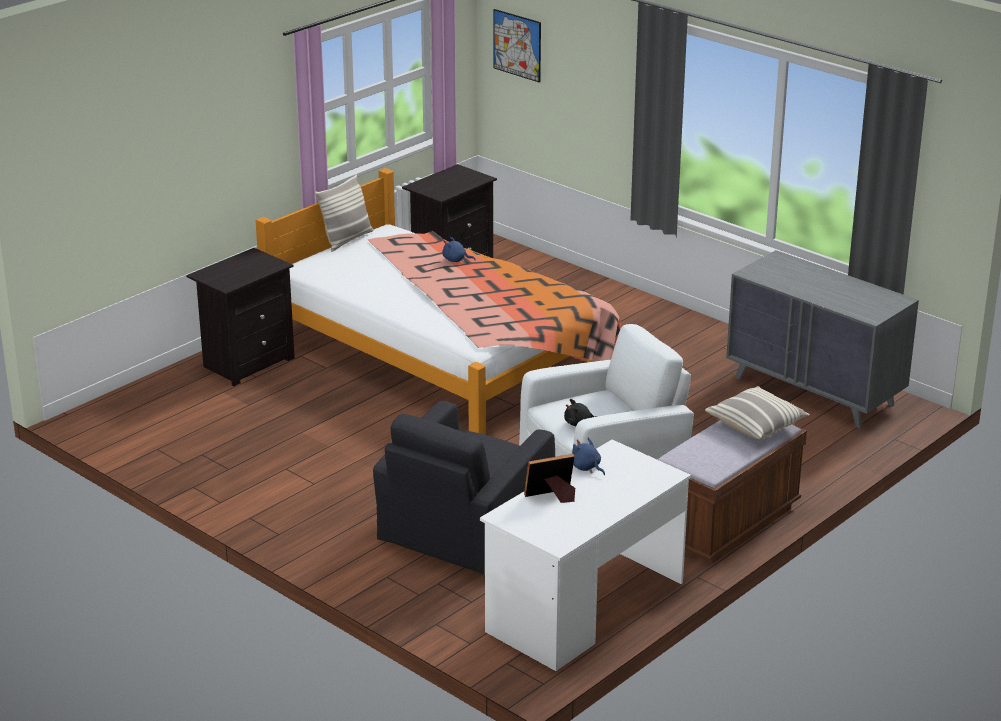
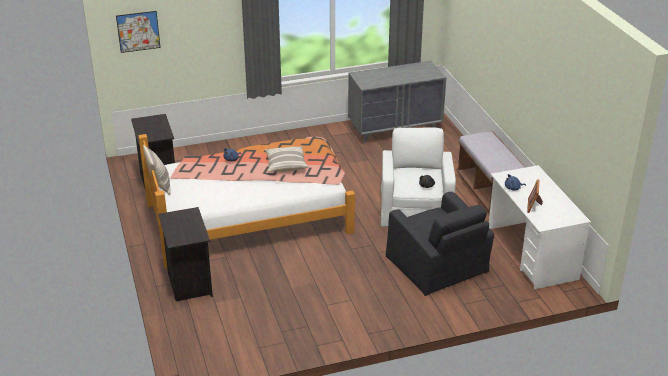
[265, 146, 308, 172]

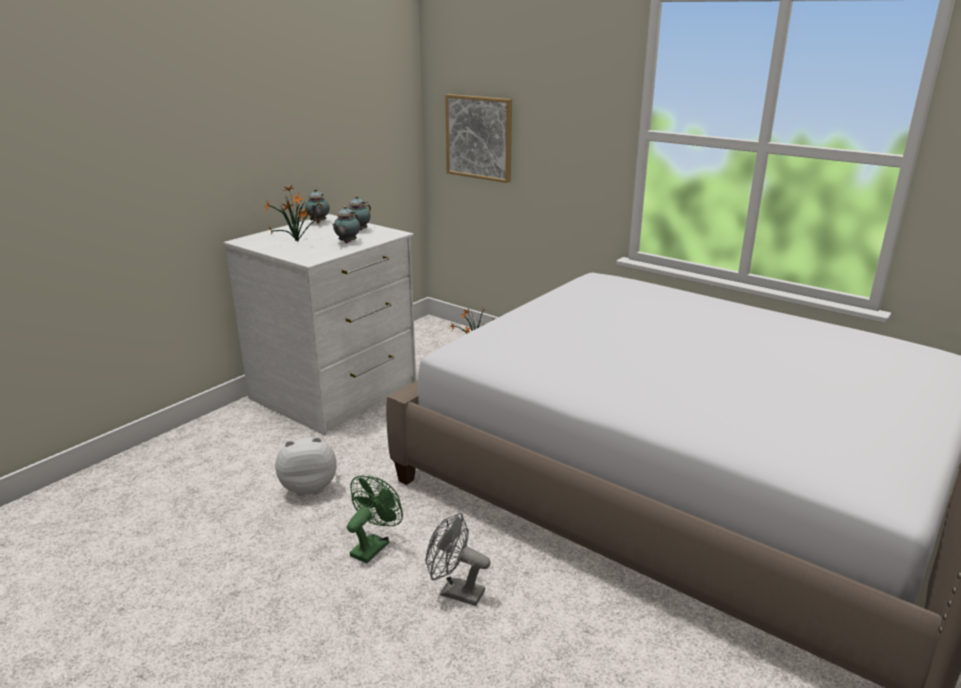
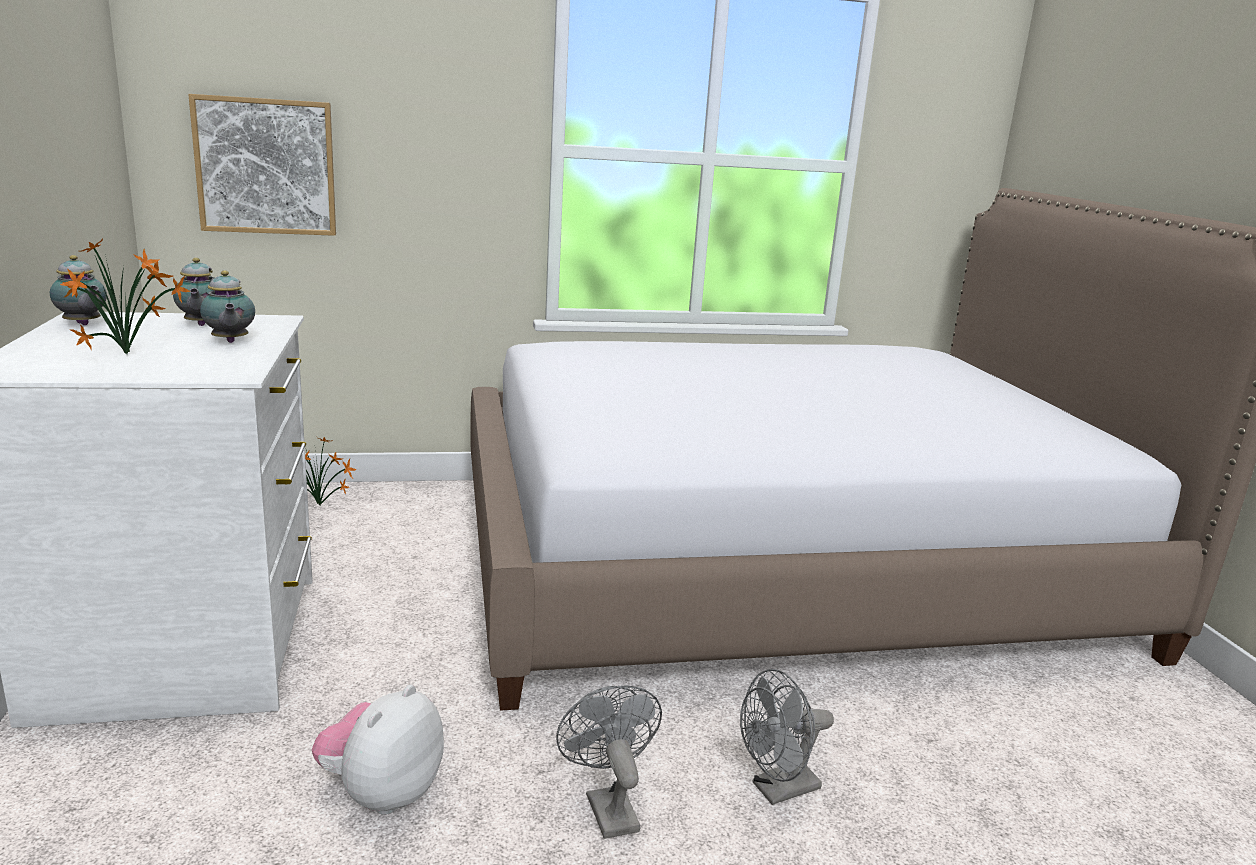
[556, 686, 662, 839]

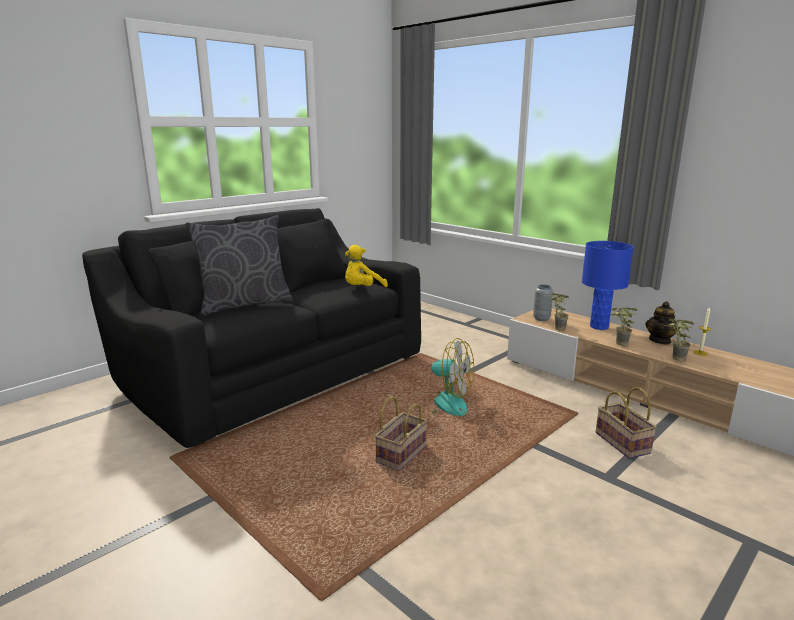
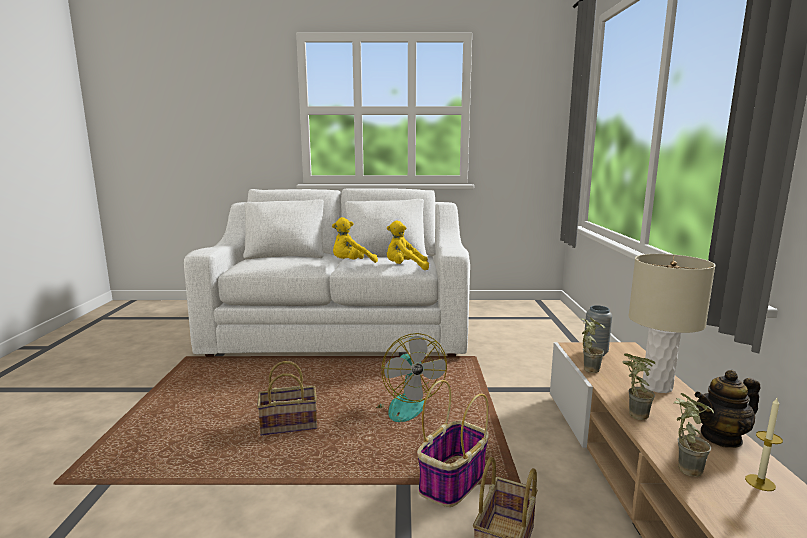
[184, 188, 470, 357]
[185, 215, 293, 316] (first image)
[628, 254, 716, 393]
[332, 217, 378, 263]
[417, 380, 489, 507]

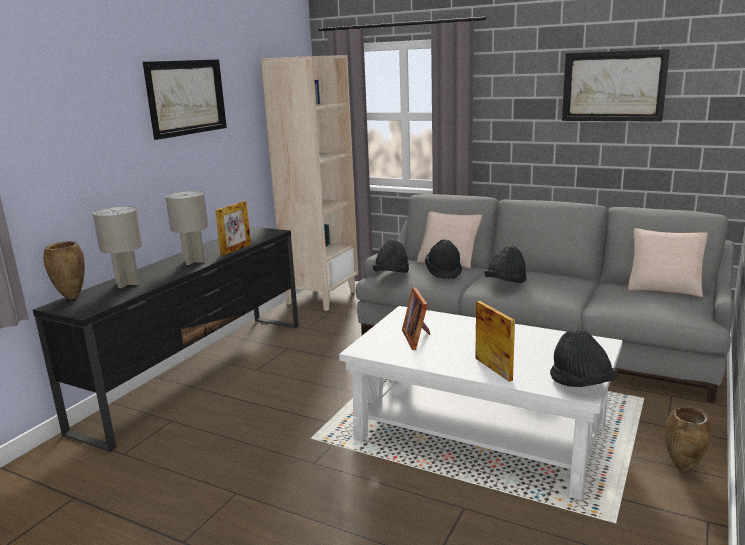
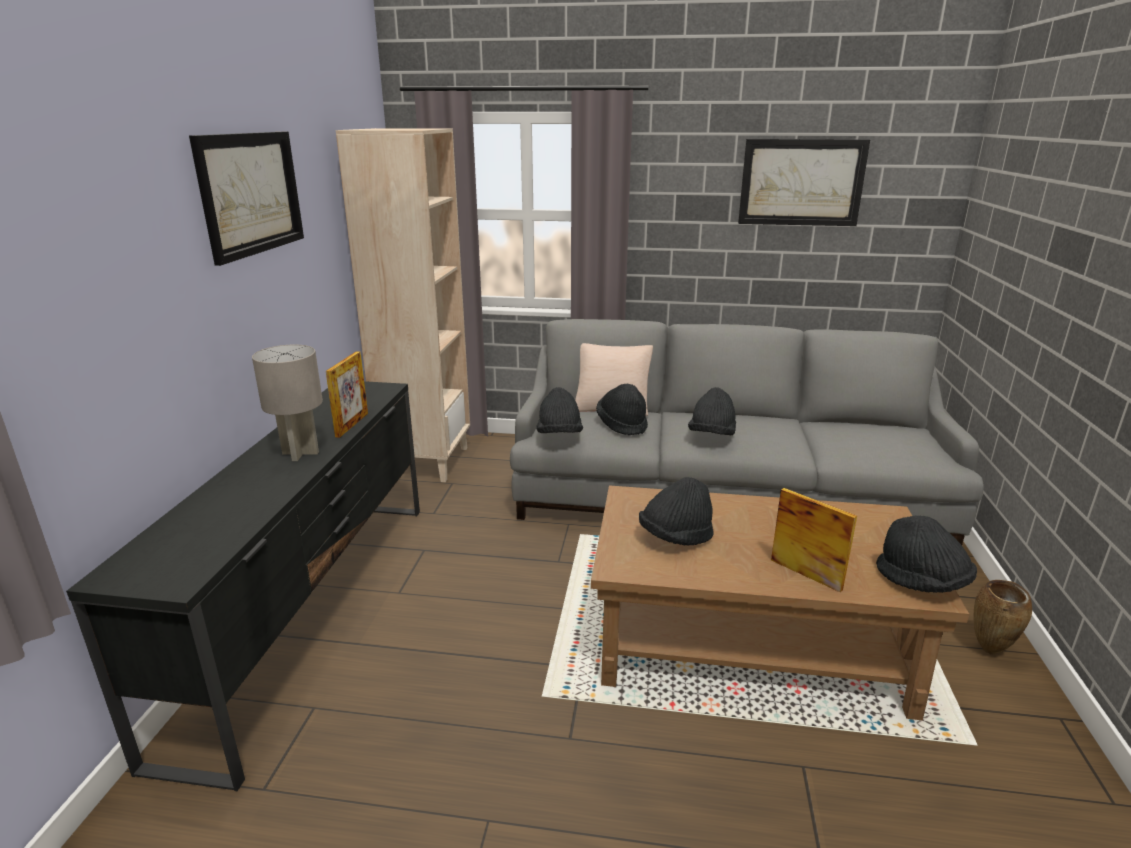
[43, 241, 85, 299] (first image)
[93, 206, 143, 288] (first image)
[591, 485, 969, 720]
[639, 477, 714, 545]
[628, 228, 708, 297] (first image)

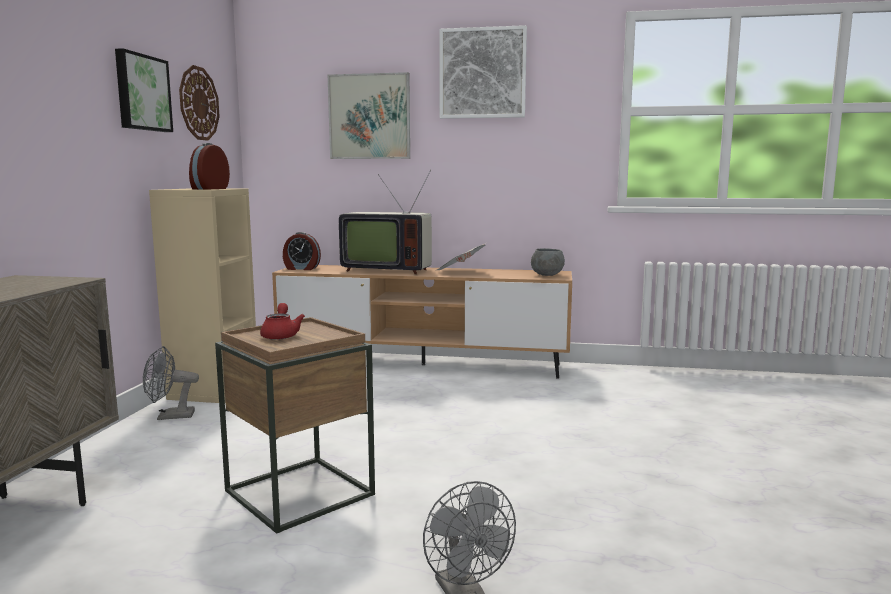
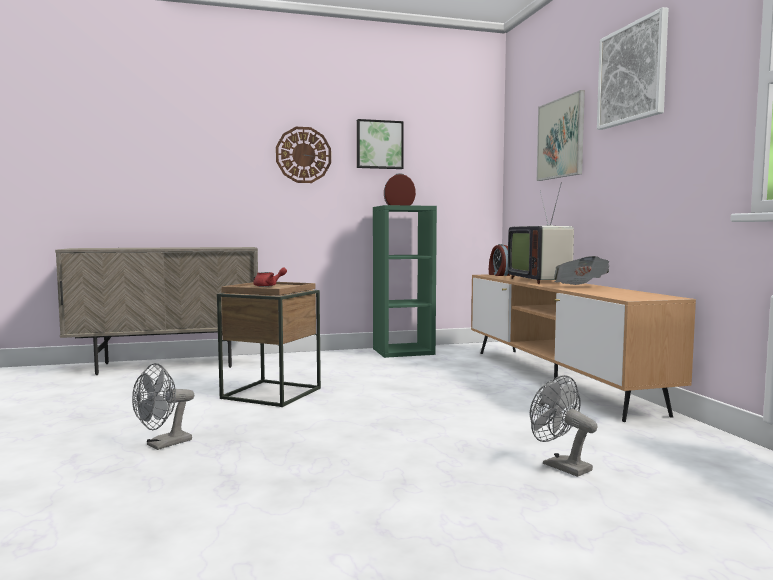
[530, 375, 598, 477]
[373, 205, 437, 358]
[276, 127, 331, 183]
[531, 248, 565, 276] (first image)

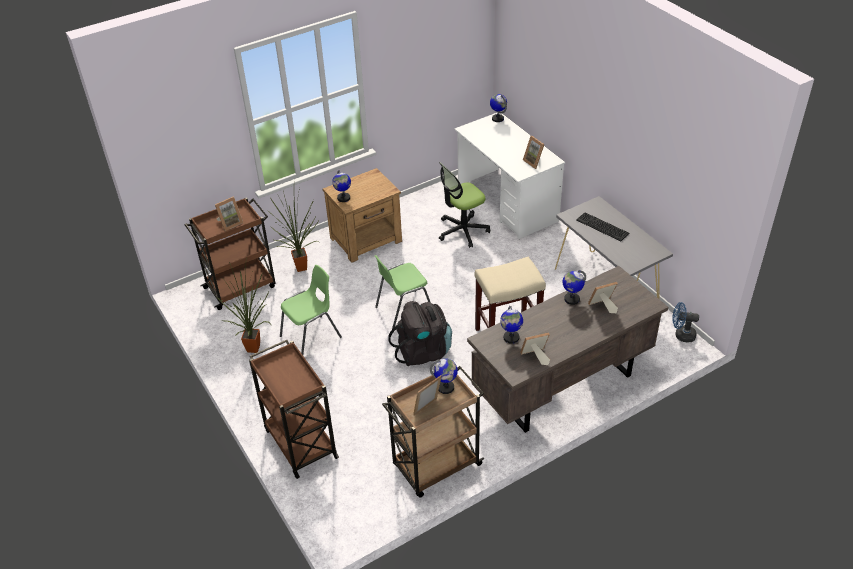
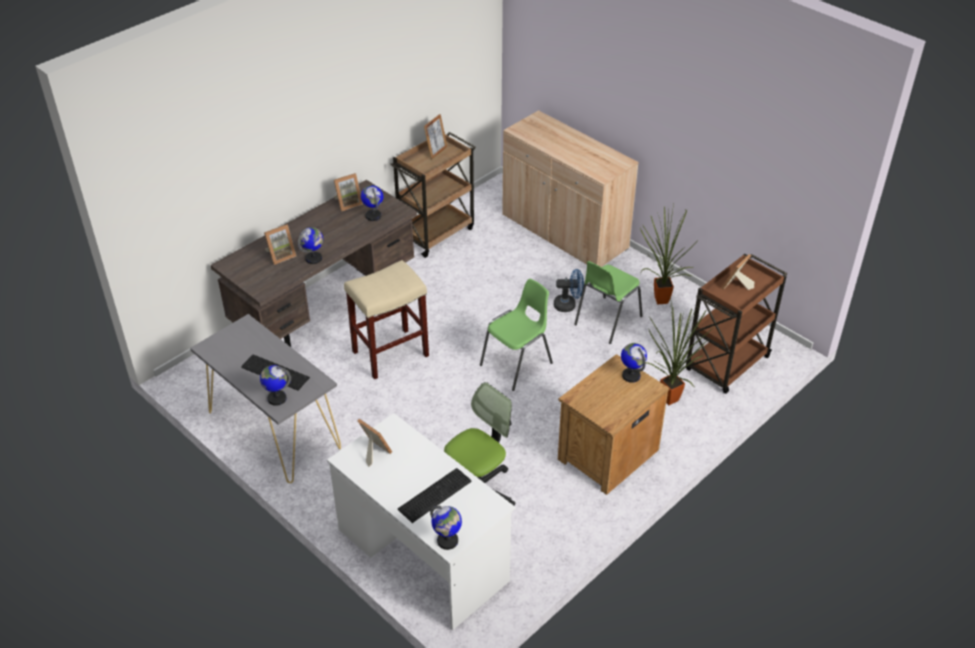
[502, 110, 639, 267]
[388, 301, 452, 366] (first image)
[260, 365, 291, 406]
[554, 269, 584, 312]
[398, 468, 472, 523]

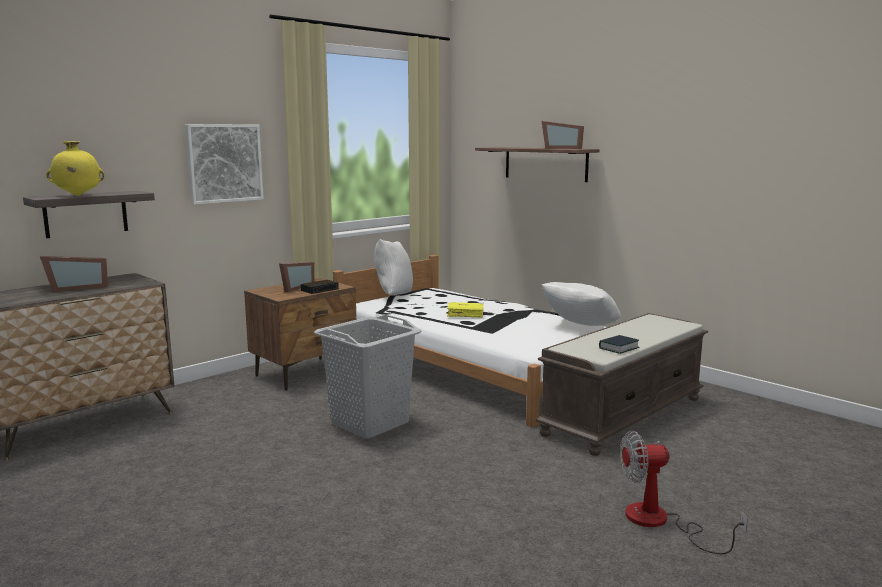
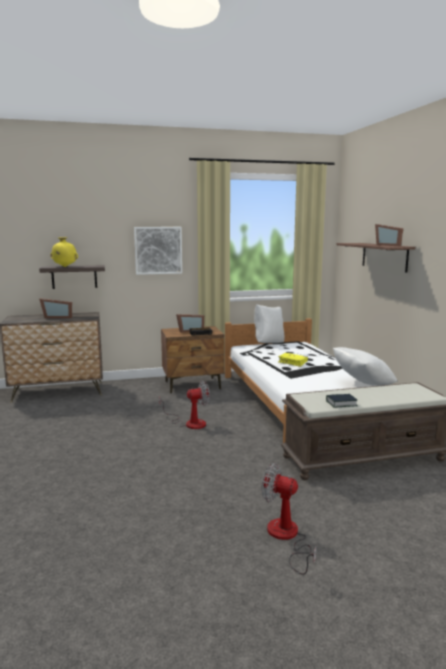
[159, 381, 210, 429]

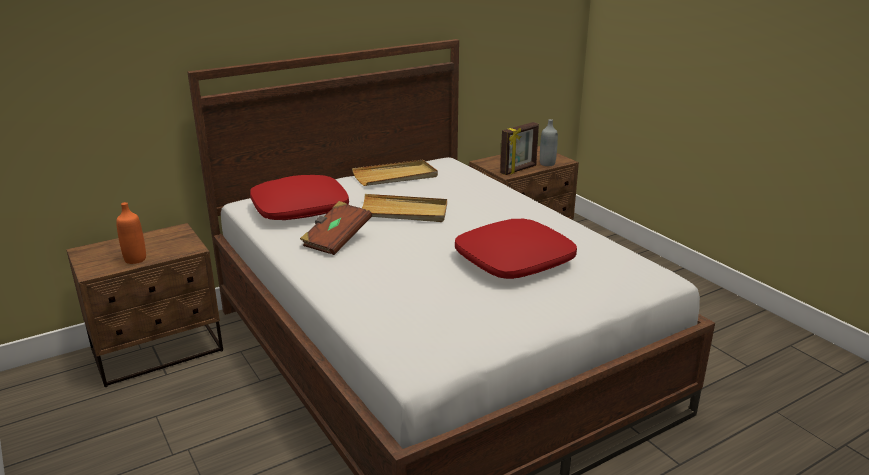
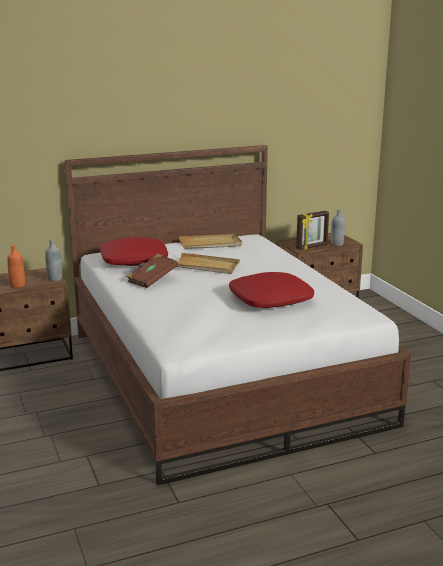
[45, 239, 62, 281]

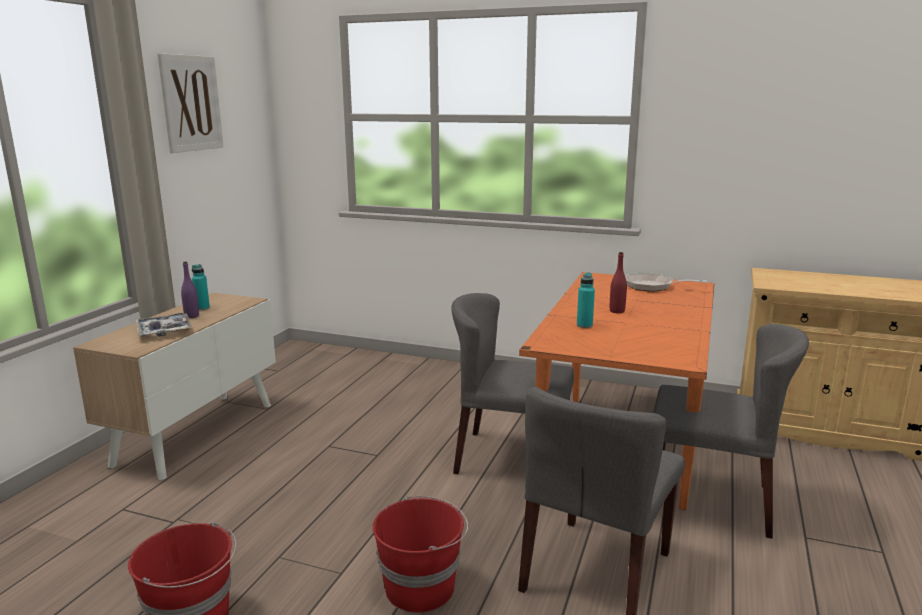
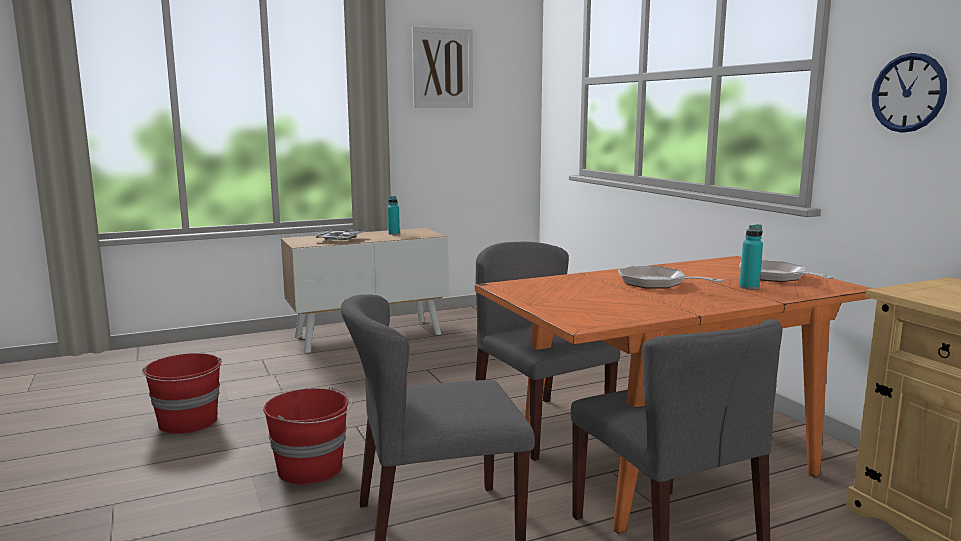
[181, 262, 199, 318] (first image)
[740, 224, 763, 289]
[618, 266, 724, 289]
[872, 53, 947, 133]

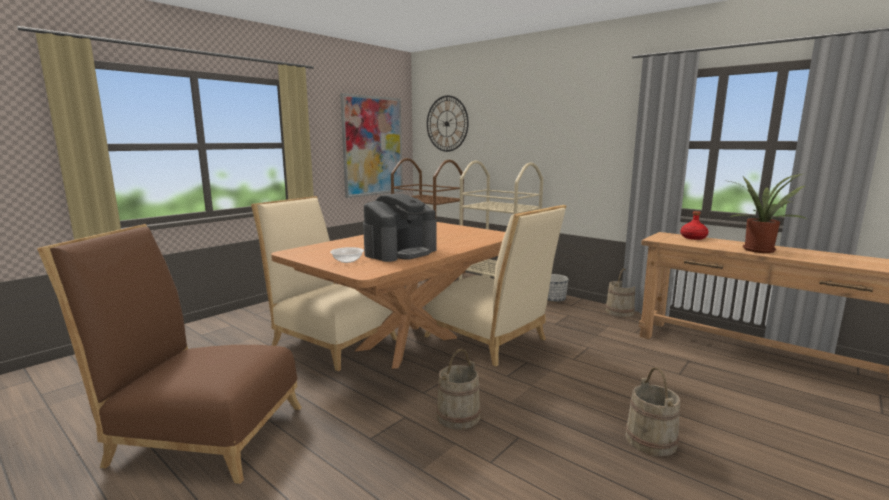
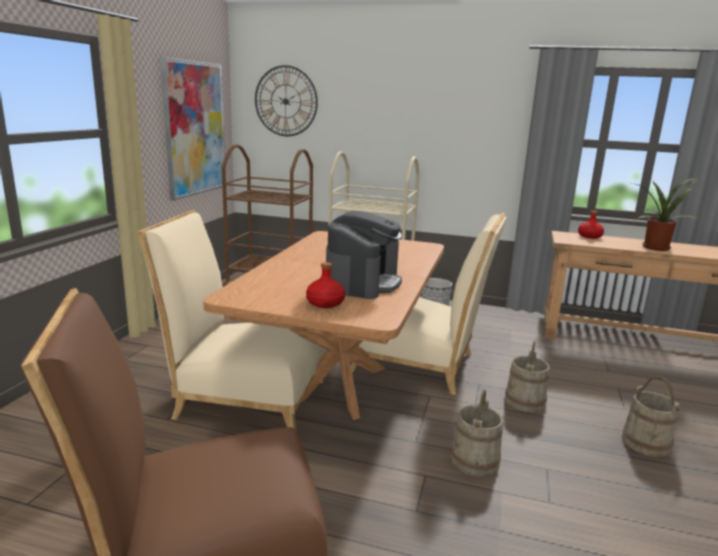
[306, 262, 345, 308]
[505, 341, 550, 413]

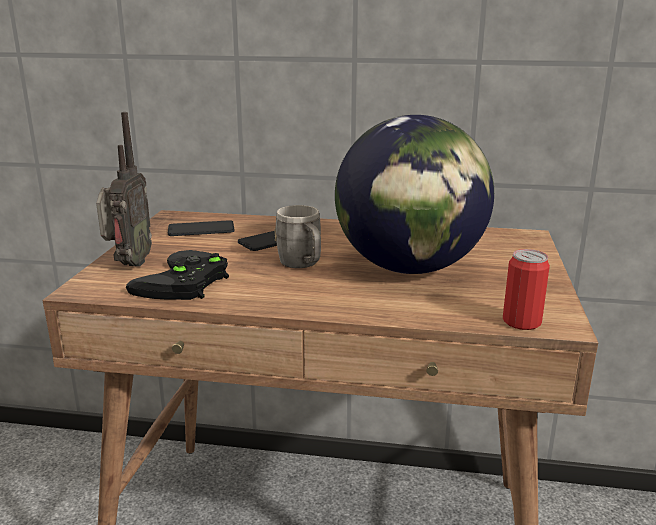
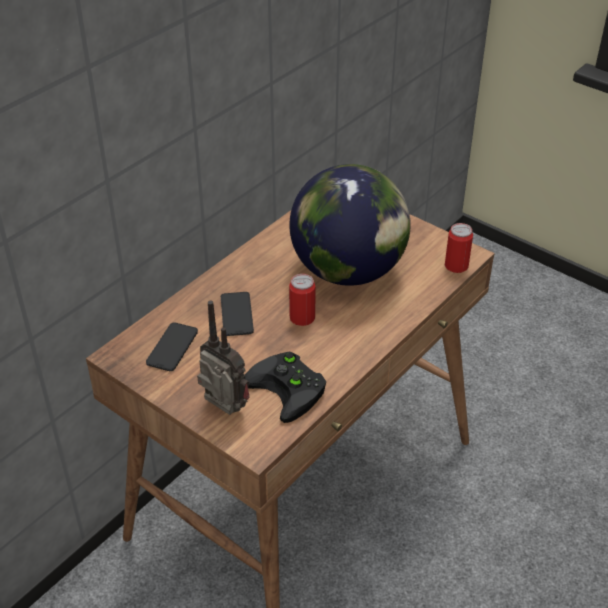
[289, 274, 315, 326]

